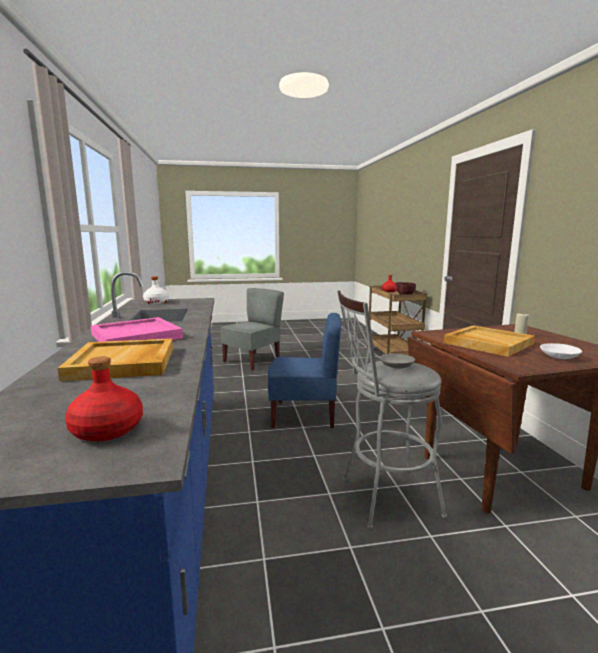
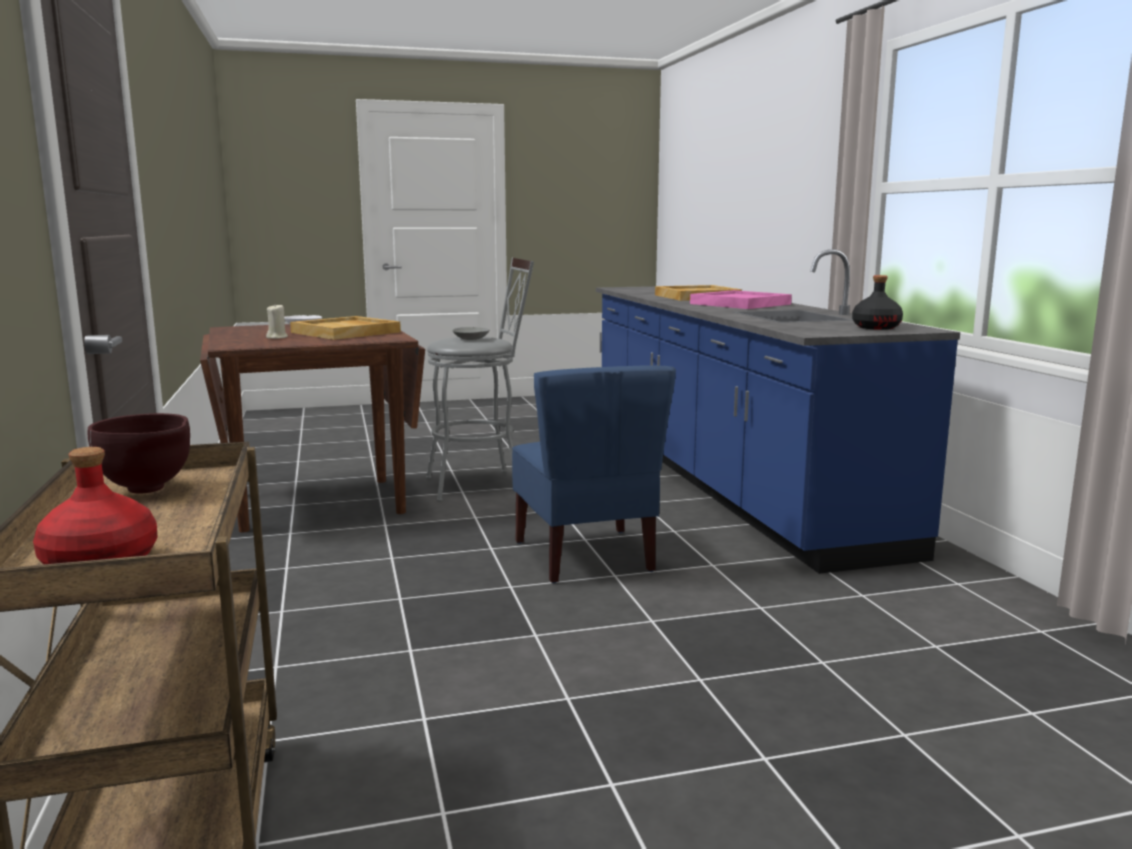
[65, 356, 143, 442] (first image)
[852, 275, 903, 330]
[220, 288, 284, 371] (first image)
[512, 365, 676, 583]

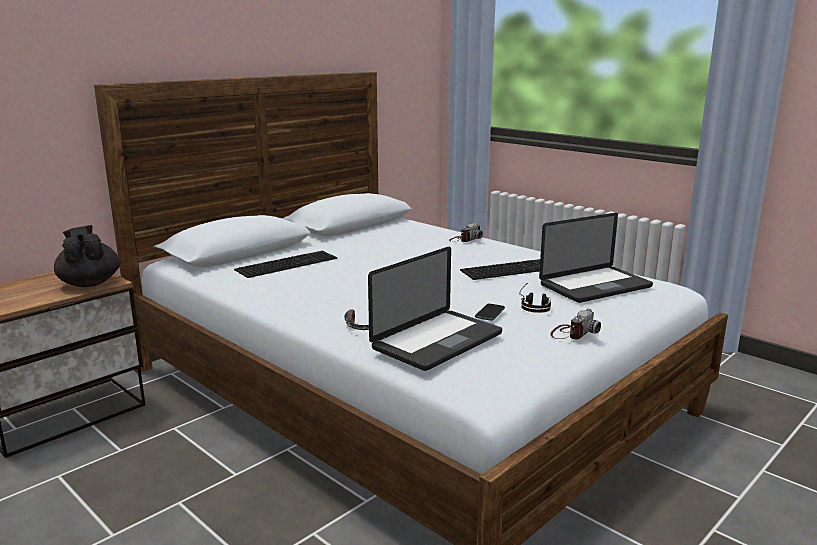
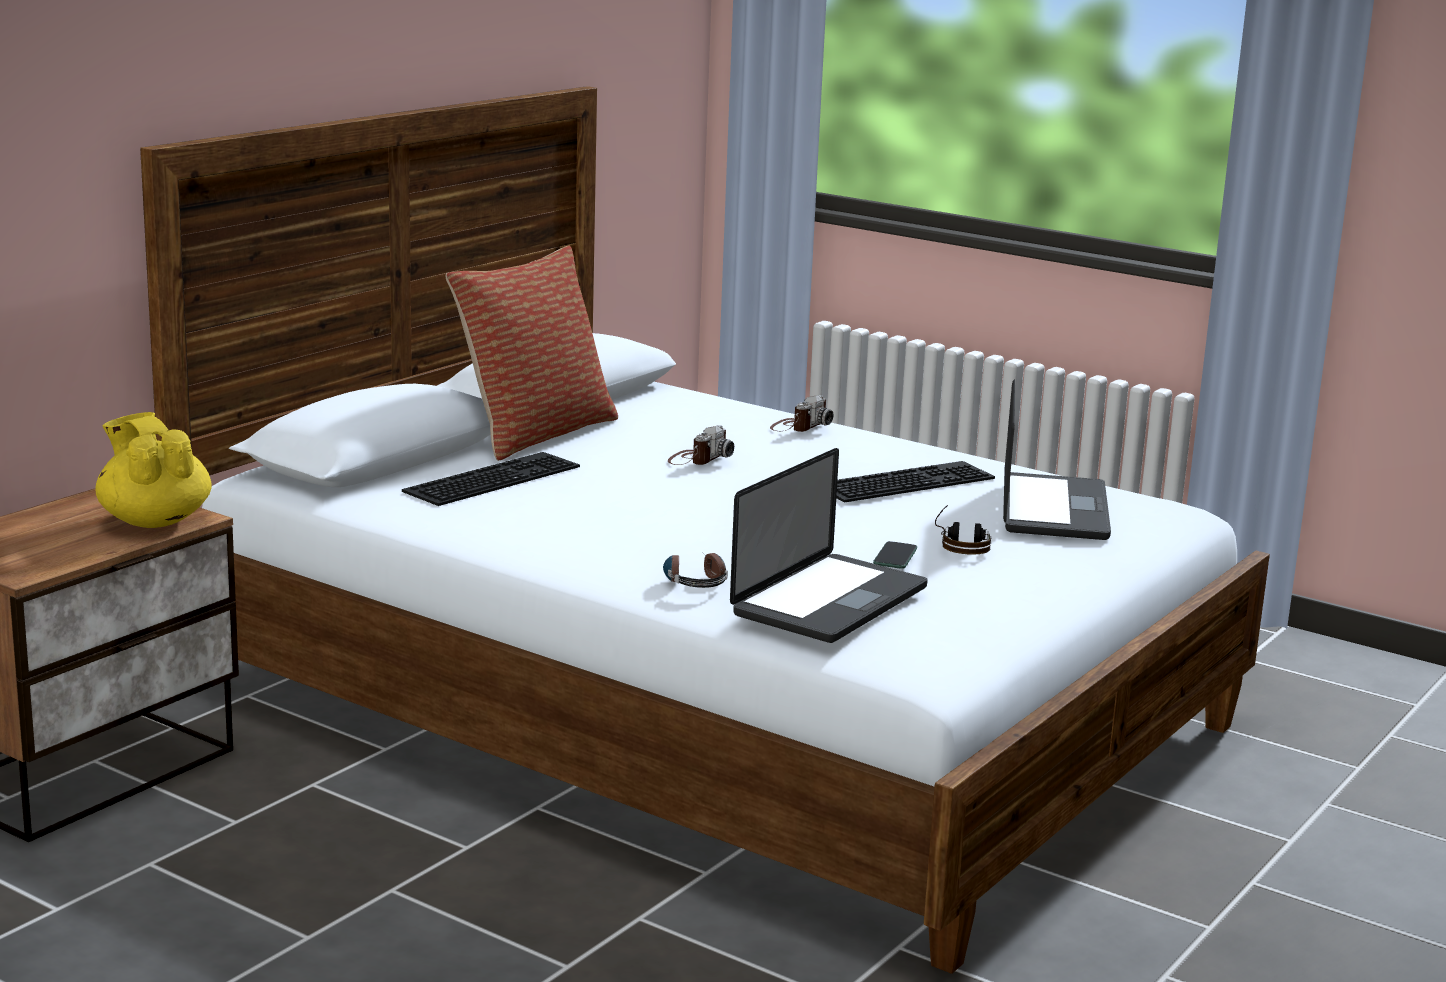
[95, 412, 212, 528]
[1003, 379, 1111, 540]
[668, 425, 734, 465]
[446, 246, 618, 461]

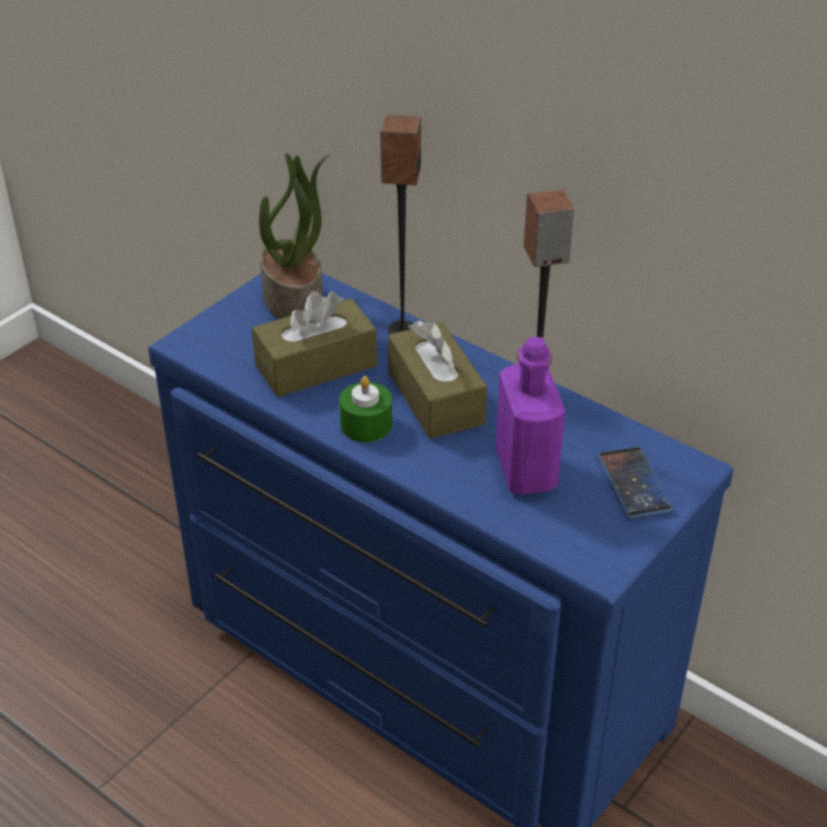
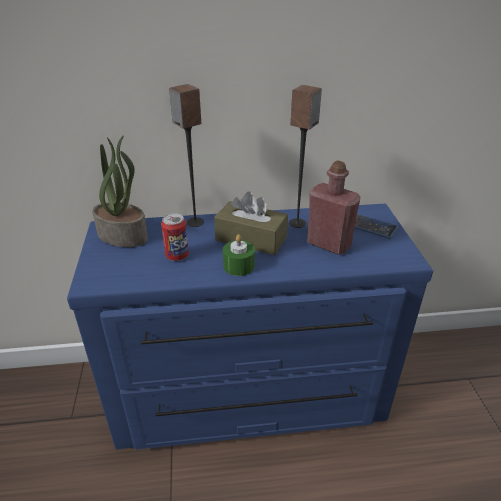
[161, 213, 189, 261]
[307, 160, 360, 255]

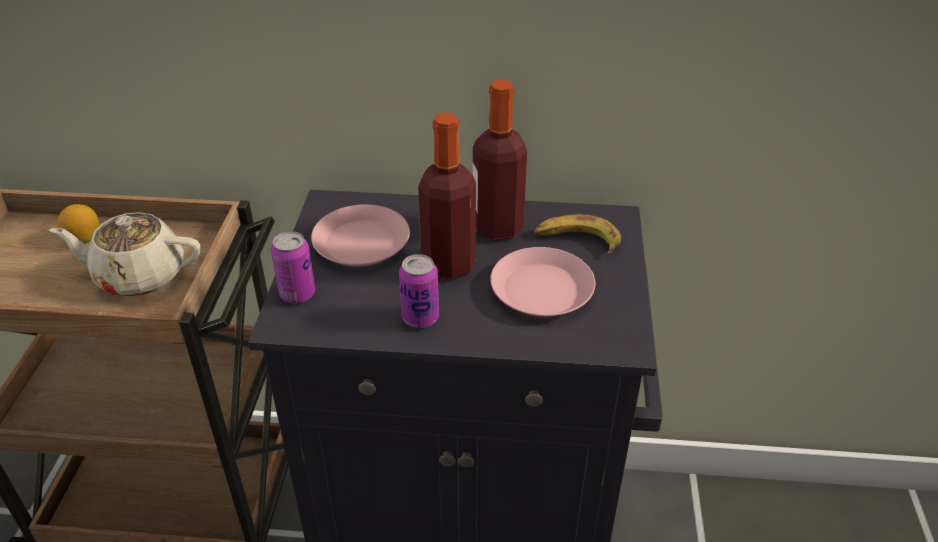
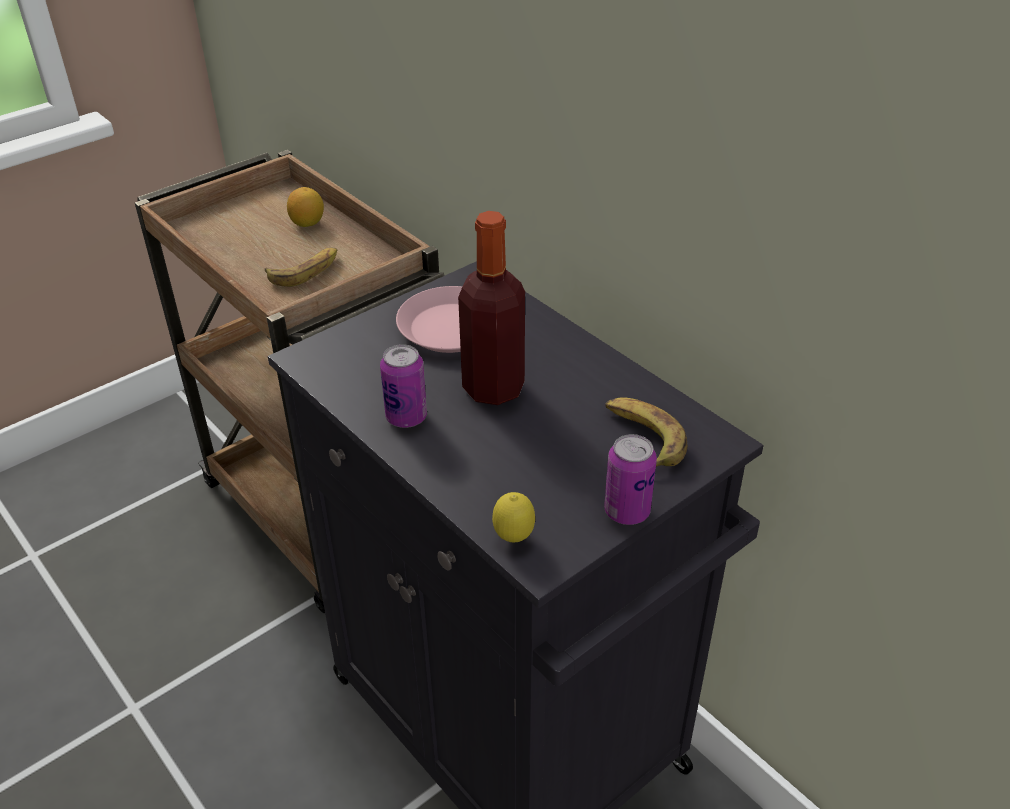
[265, 248, 337, 287]
[604, 434, 657, 525]
[473, 80, 527, 241] (first image)
[490, 247, 595, 317] (first image)
[492, 492, 535, 542]

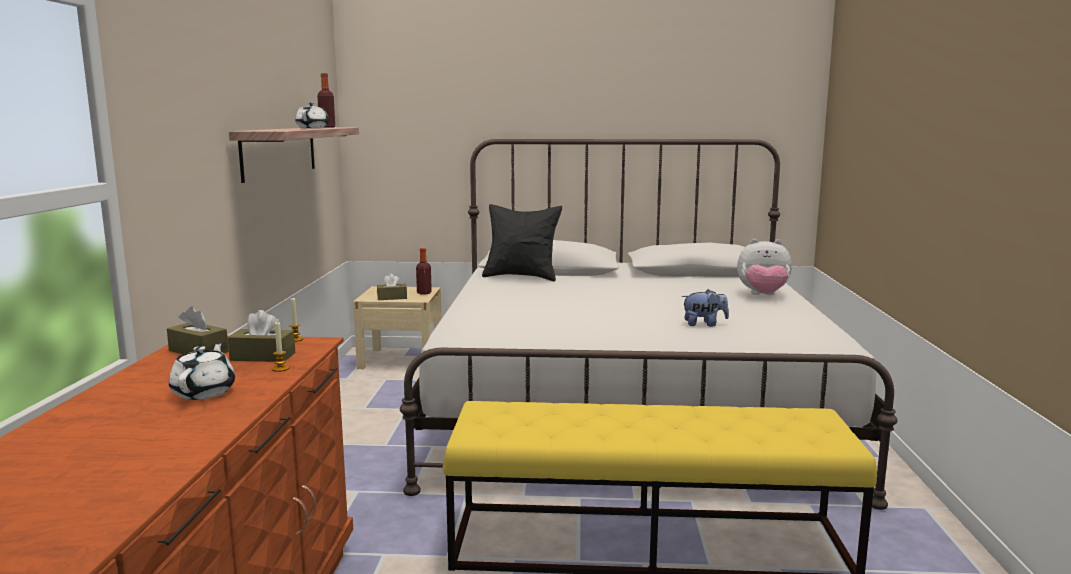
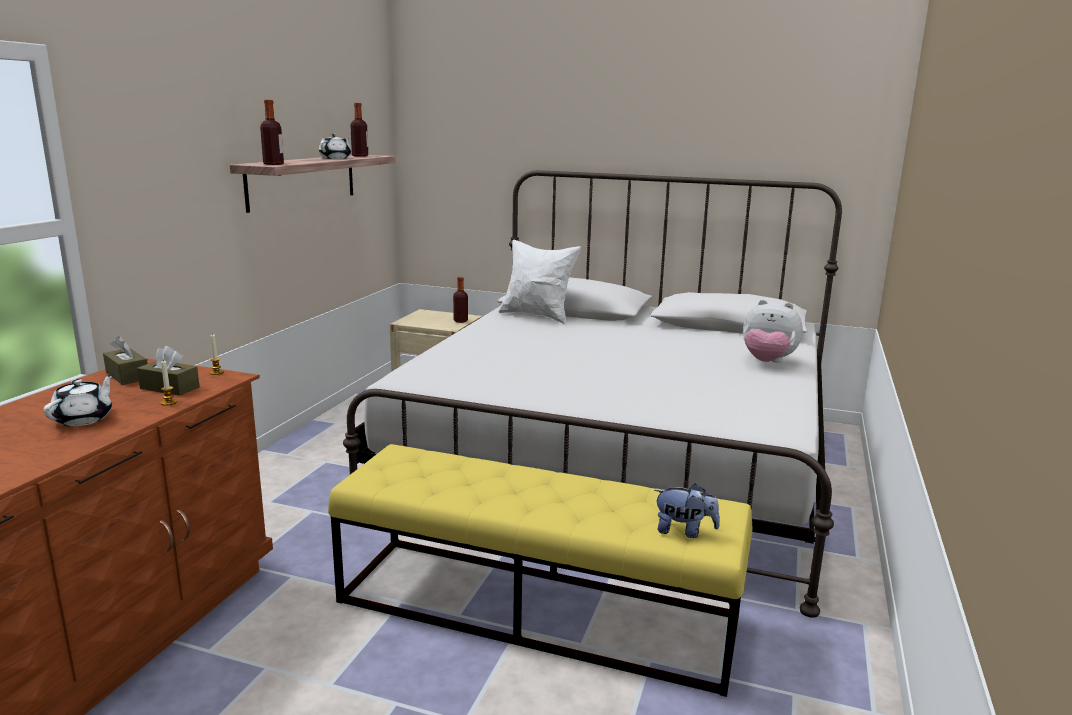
[377, 274, 407, 300] (first image)
[499, 240, 581, 324]
[654, 483, 720, 538]
[260, 100, 284, 165]

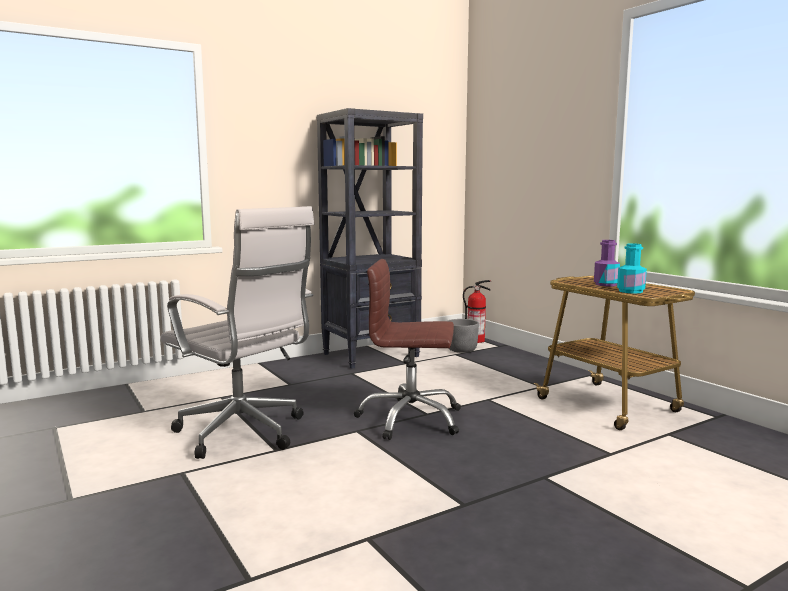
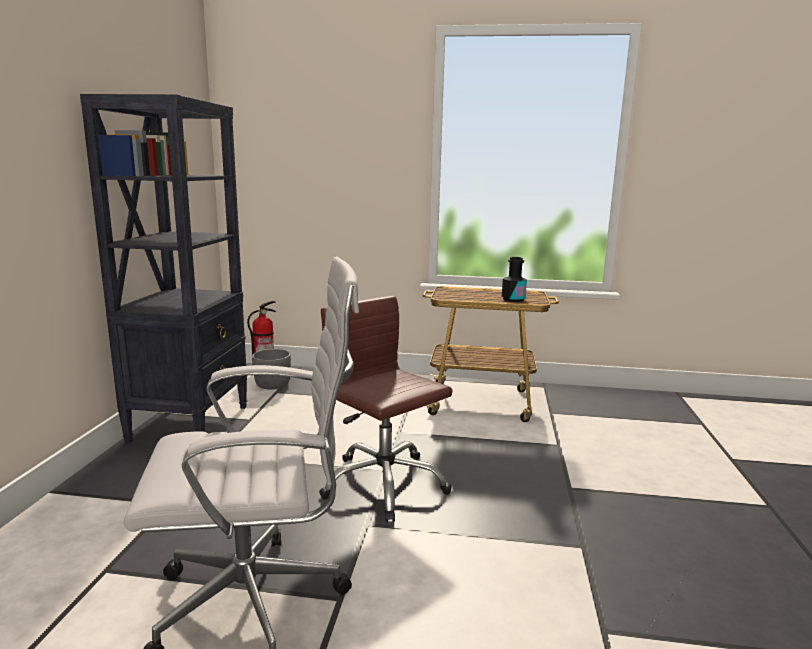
[319, 296, 453, 522]
[594, 240, 620, 286] (first image)
[502, 257, 527, 302]

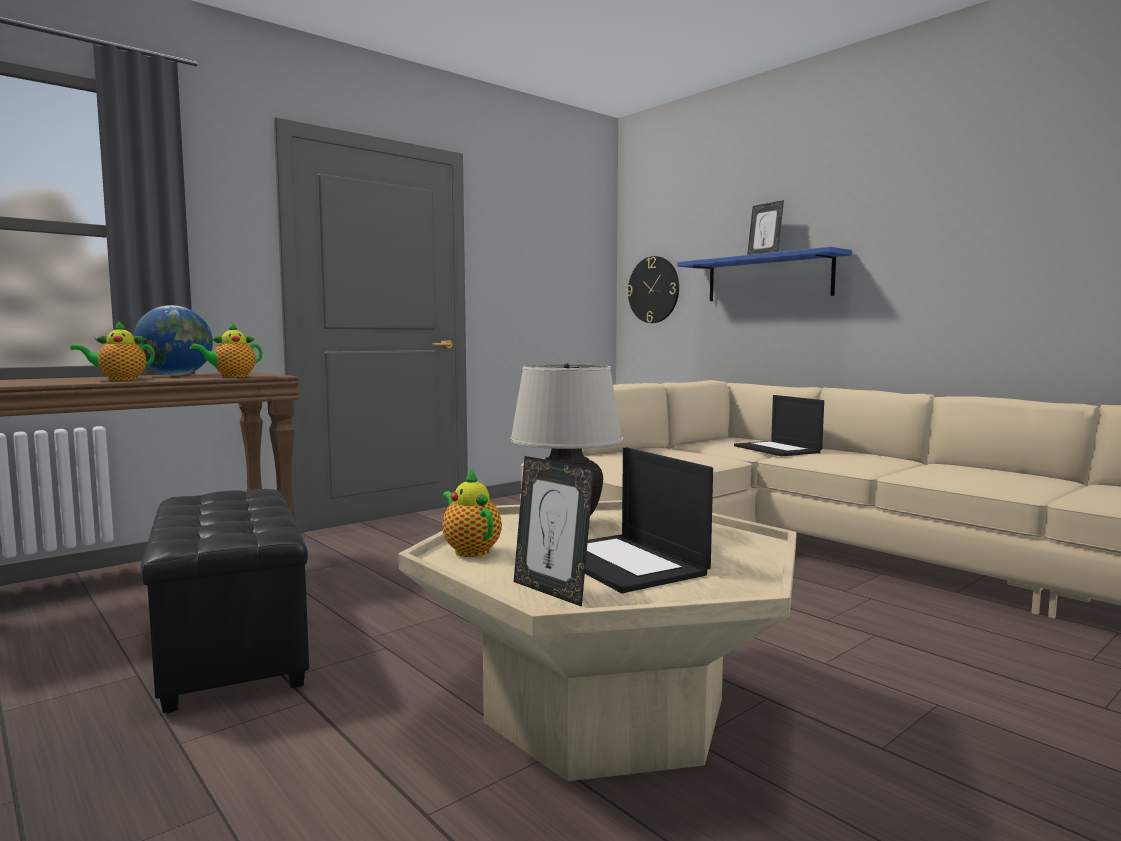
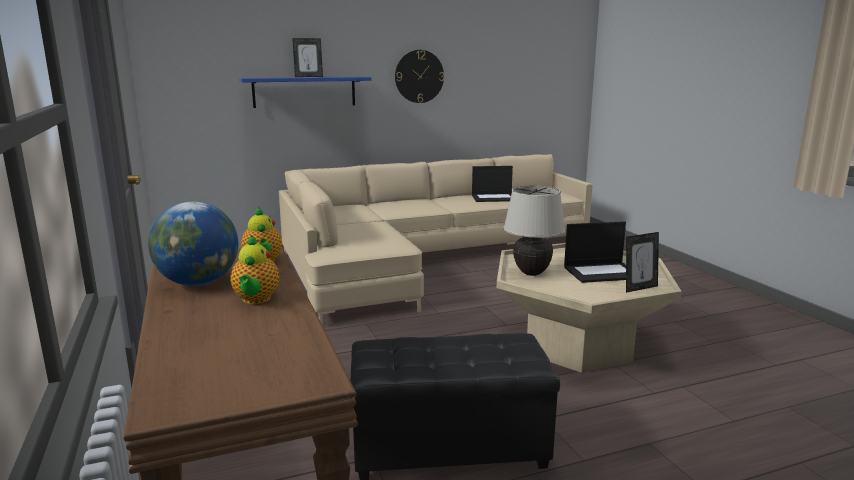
[442, 469, 502, 557] (first image)
[395, 50, 444, 103]
[472, 166, 513, 202]

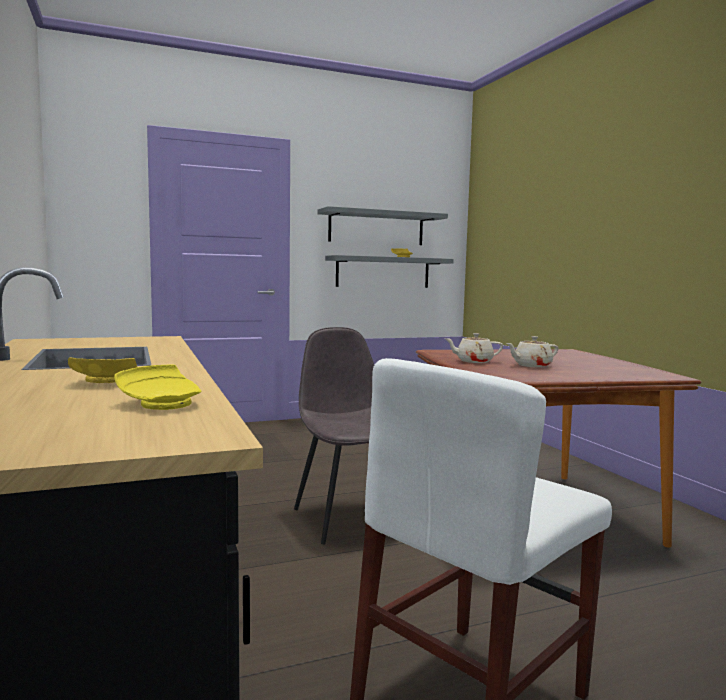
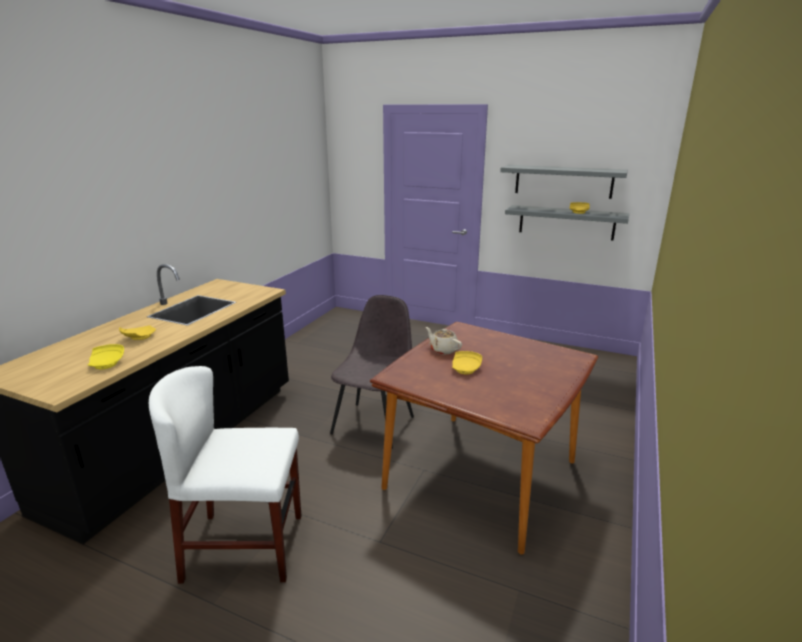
[452, 351, 482, 374]

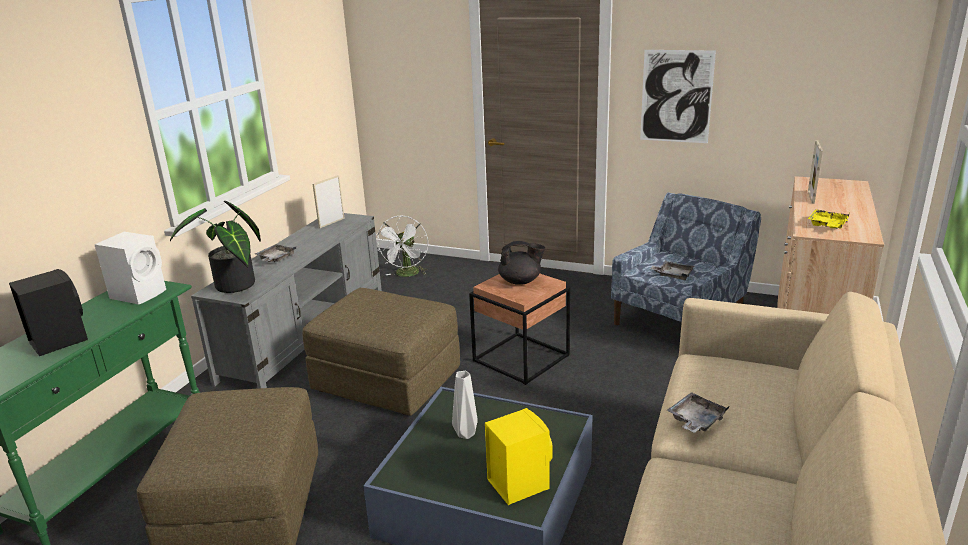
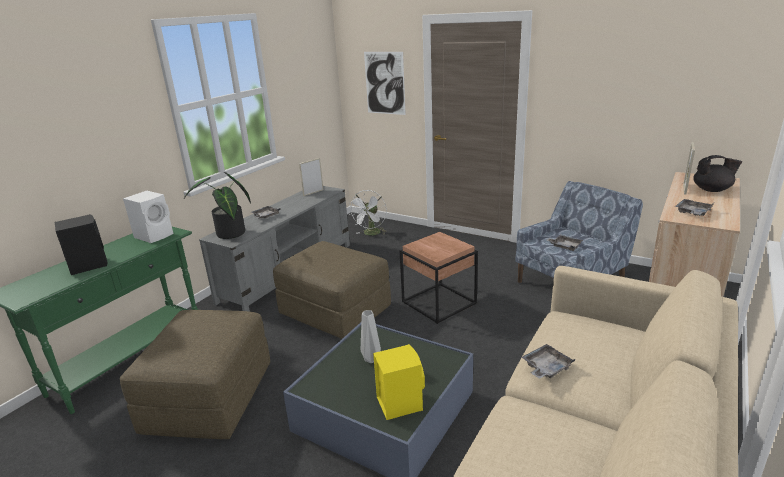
[693, 155, 742, 192]
[364, 52, 406, 115]
[675, 199, 714, 216]

